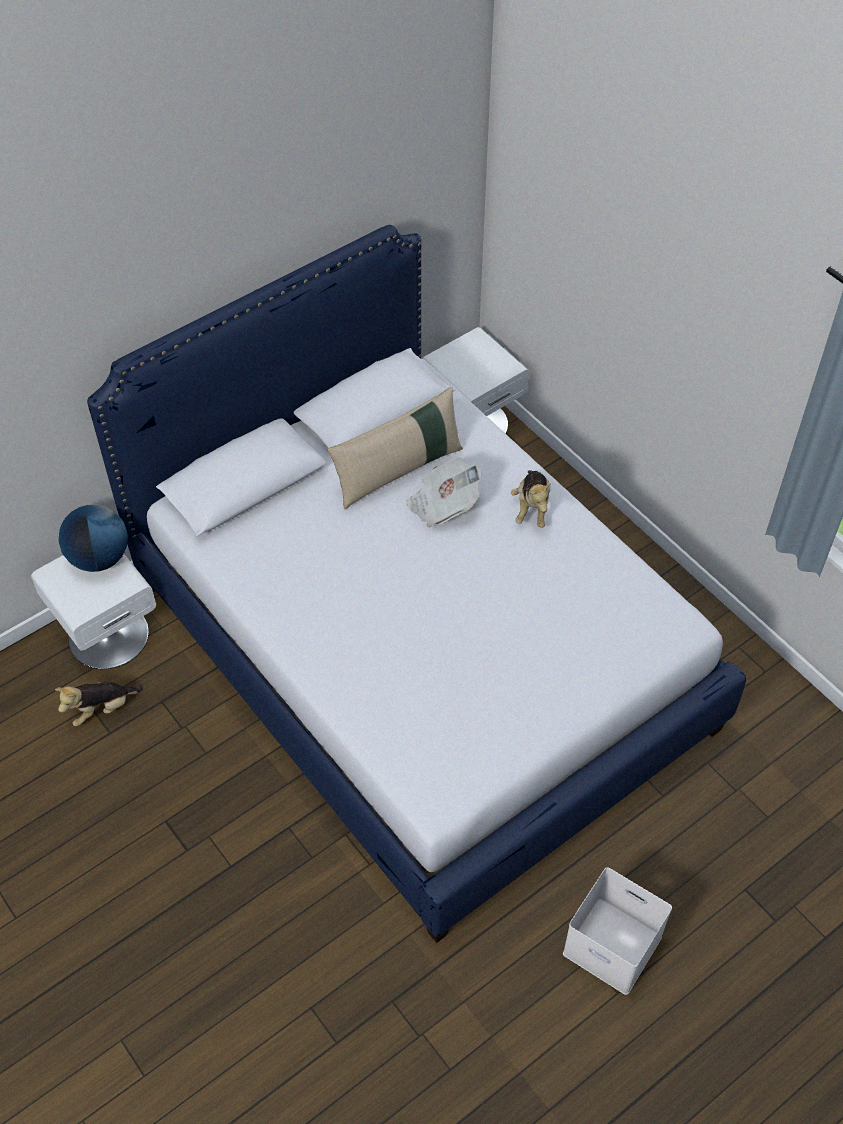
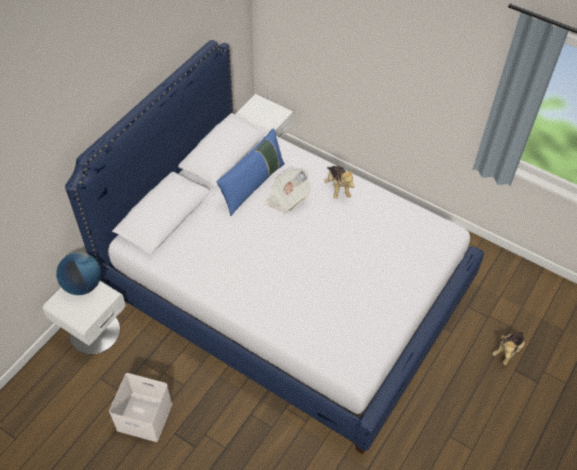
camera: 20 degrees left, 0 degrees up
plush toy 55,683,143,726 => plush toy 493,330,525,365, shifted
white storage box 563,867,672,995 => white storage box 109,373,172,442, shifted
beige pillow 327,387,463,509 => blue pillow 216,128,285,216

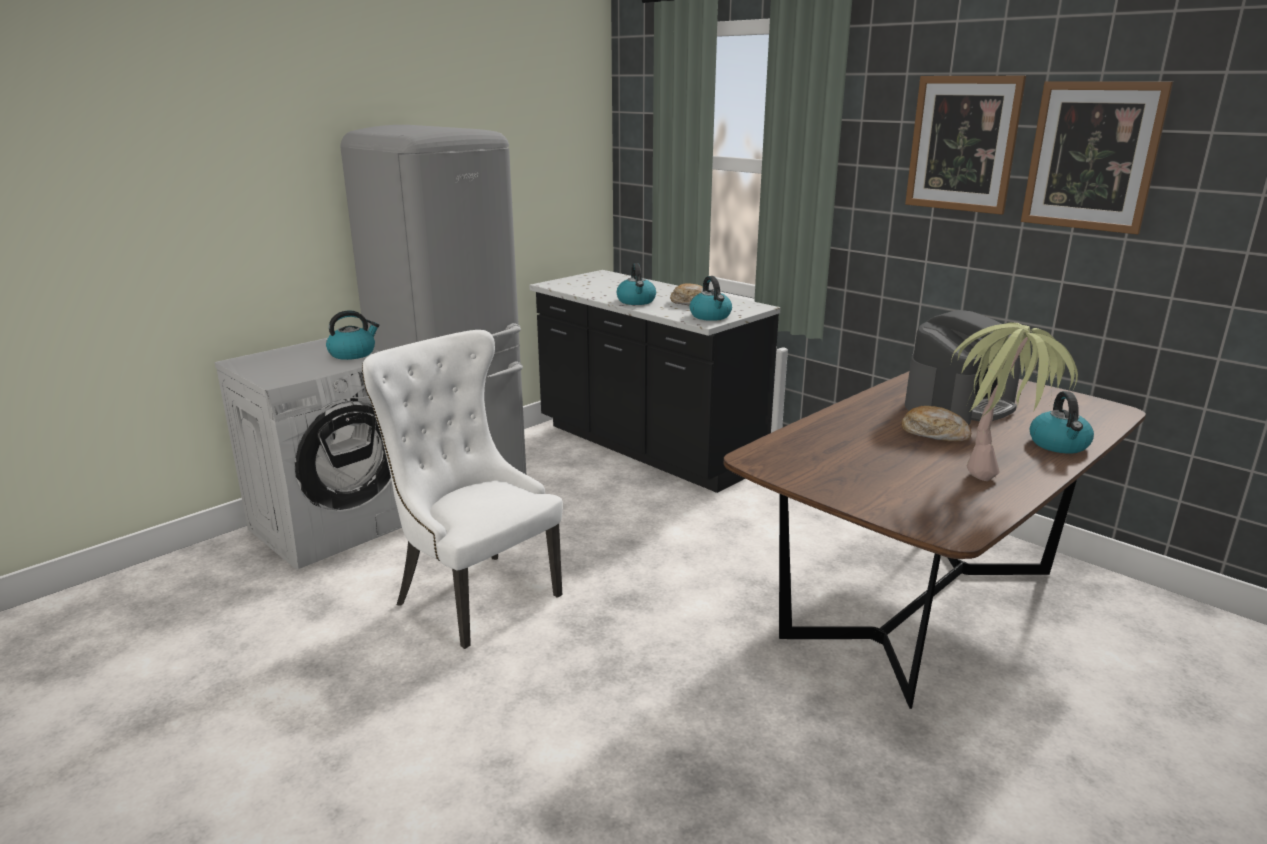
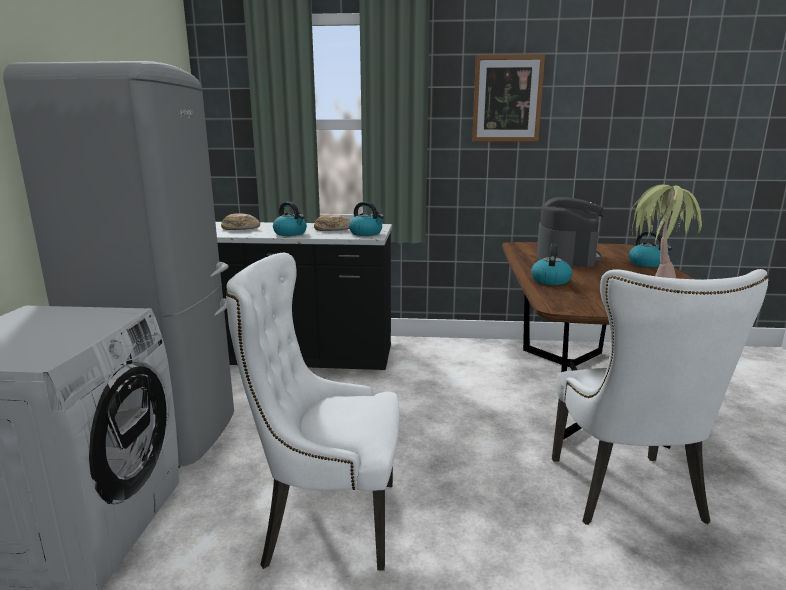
camera: 40 degrees left, 5 degrees down
picture 1021,81,1173,234 => nothing
nothing => white chair 552,269,768,525
kettle 326,310,379,360 => kettle 531,244,572,285, shifted
bread 902,406,971,441 => bread 221,213,260,230, shifted

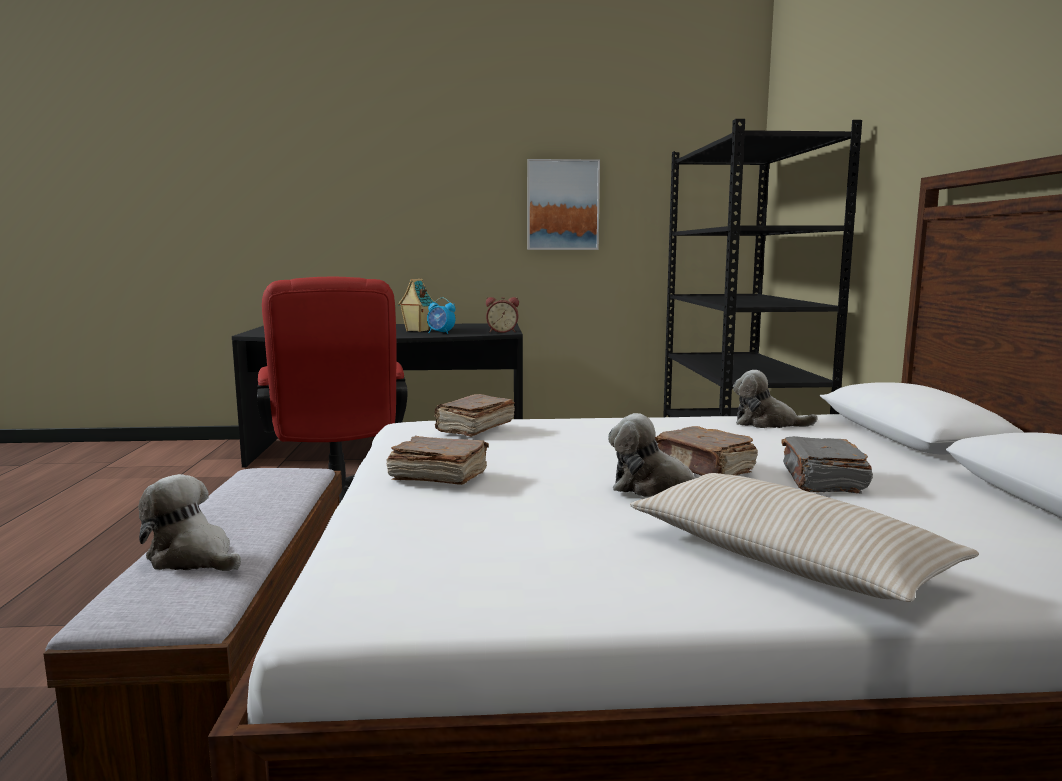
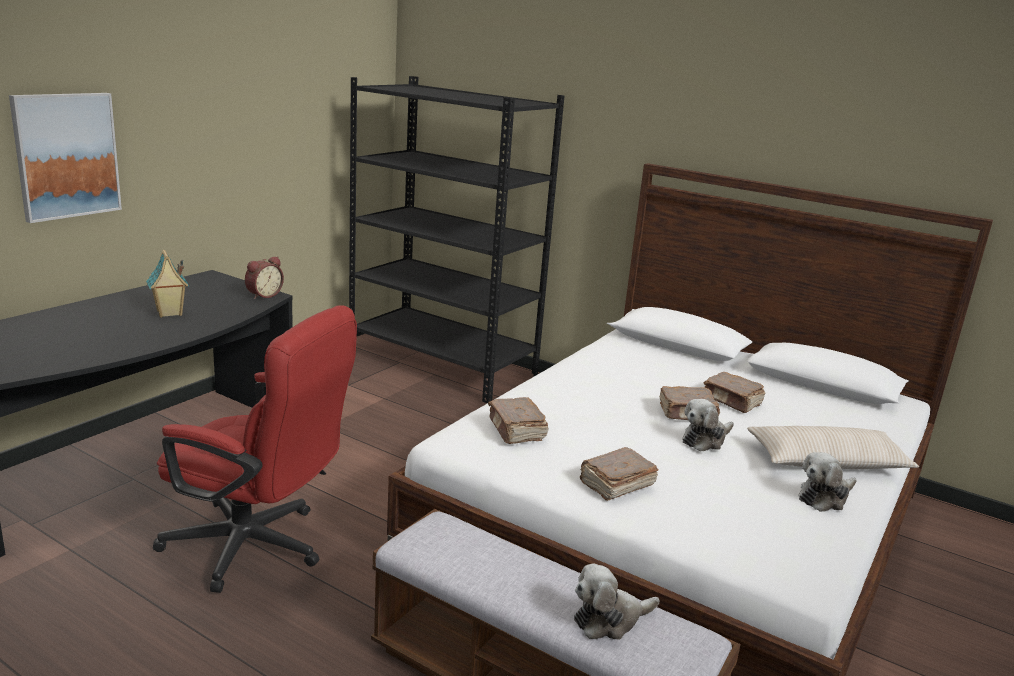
camera: 55 degrees left, 10 degrees up
alarm clock 427,298,456,334 => nothing
picture 527,159,600,250 => picture 9,93,122,223, shifted
plush toy 733,370,818,428 => plush toy 798,452,857,512, shifted
grey book 781,436,873,494 => brown book 703,372,766,413

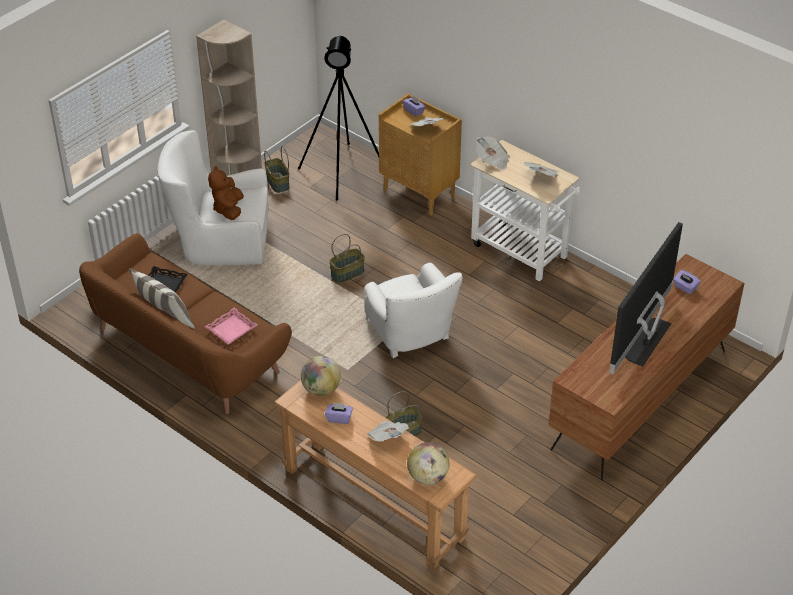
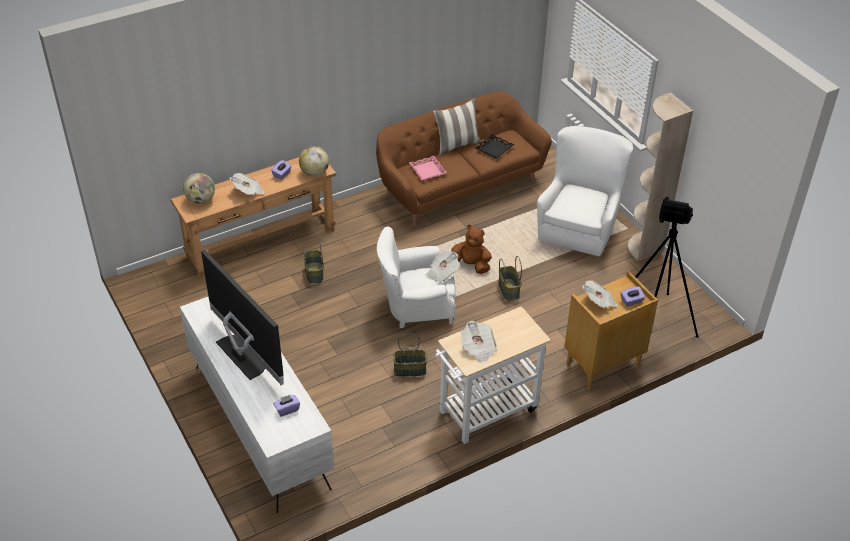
camera: 110 degrees right, 0 degrees up
brown plush toy 208,166,244,220 => brown plush toy 451,225,492,274, shifted
basket 264,146,290,193 => basket 393,334,427,377, shifted
newspaper 475,136,510,170 => newspaper 425,251,460,283, shifted
brown tv stand 549,254,745,481 => white tv stand 180,296,334,514

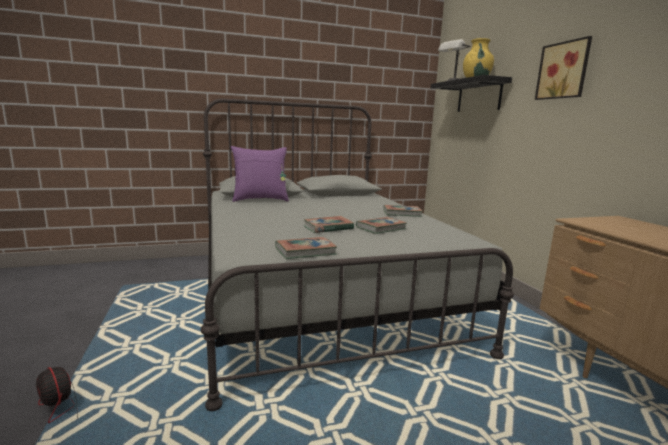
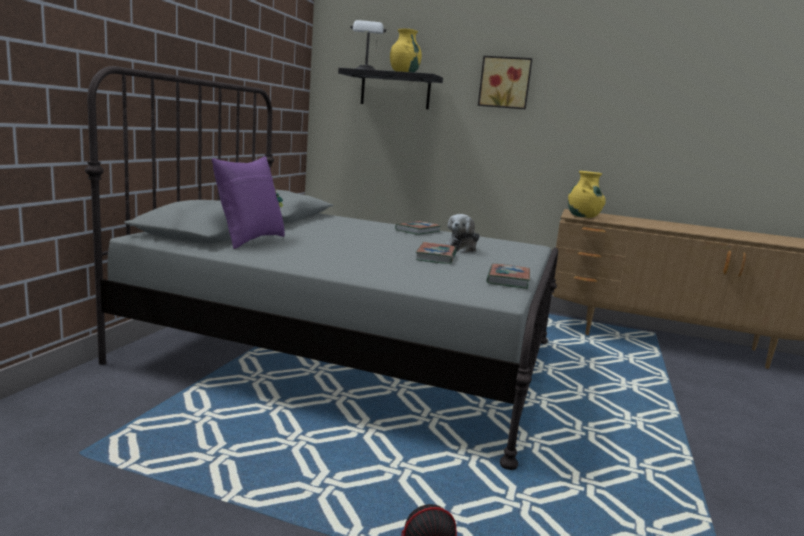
camera: 55 degrees left, 0 degrees up
nothing => yellow vase 568,171,606,218
book 356,217,407,234 => plush toy 445,214,480,253

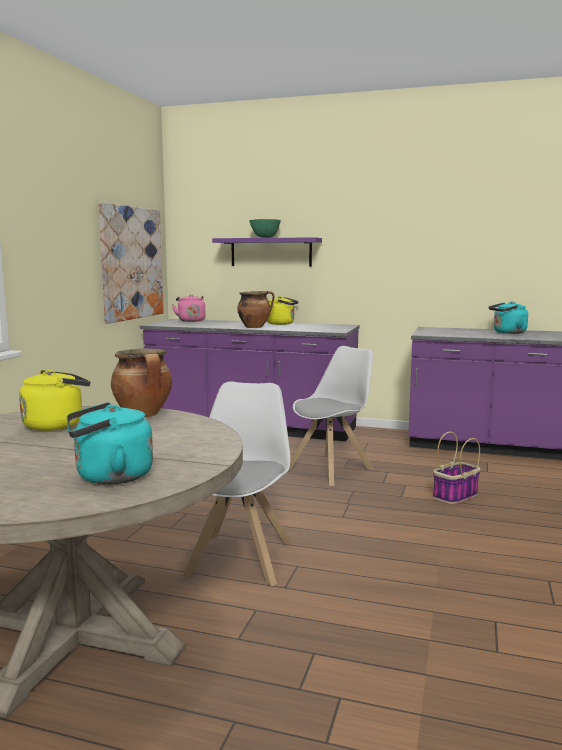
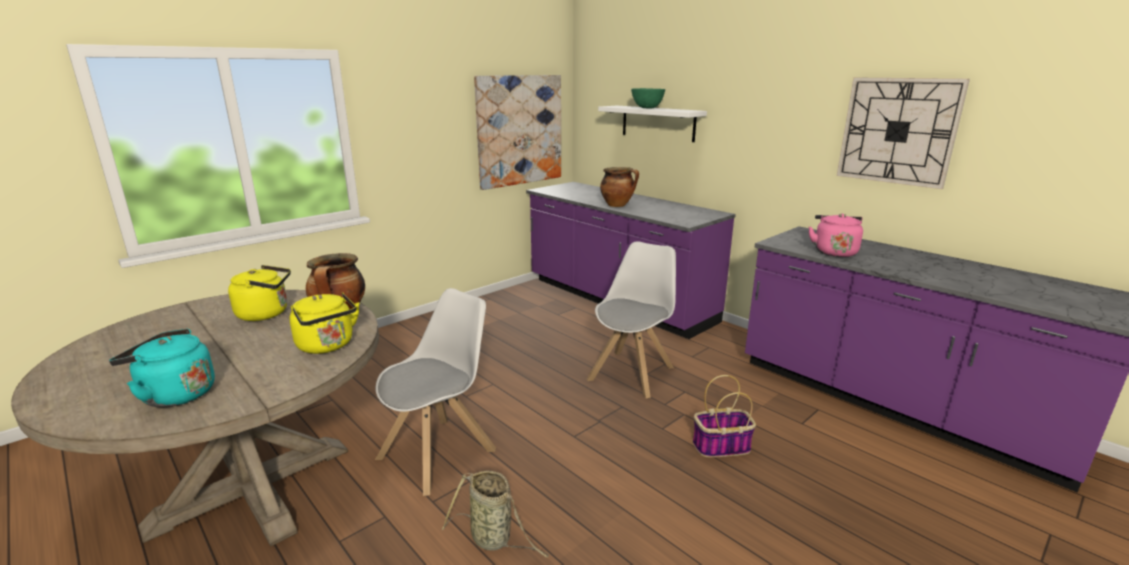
camera: 30 degrees right, 10 degrees up
turquoise kettle 489,301,528,334 => nothing
nothing => basket 442,471,549,558
nothing => wall clock 837,77,970,189
pink kettle 172,294,205,322 => pink kettle 809,214,863,257, shifted
yellow kettle 267,296,299,325 => yellow kettle 289,293,360,354, shifted
purple shelf 212,237,322,267 => white shelf 598,106,707,142
chair 289,346,374,486 => chair 587,241,676,399, 45 degrees counterclockwise

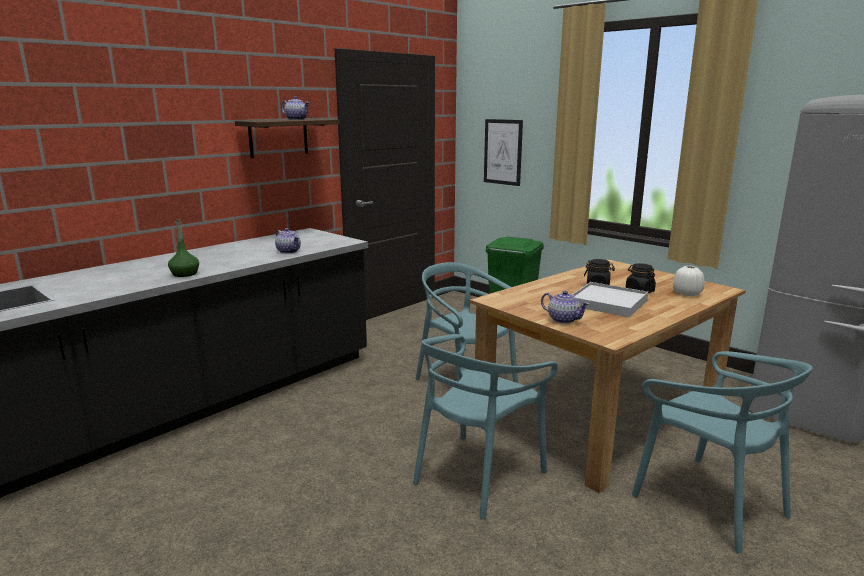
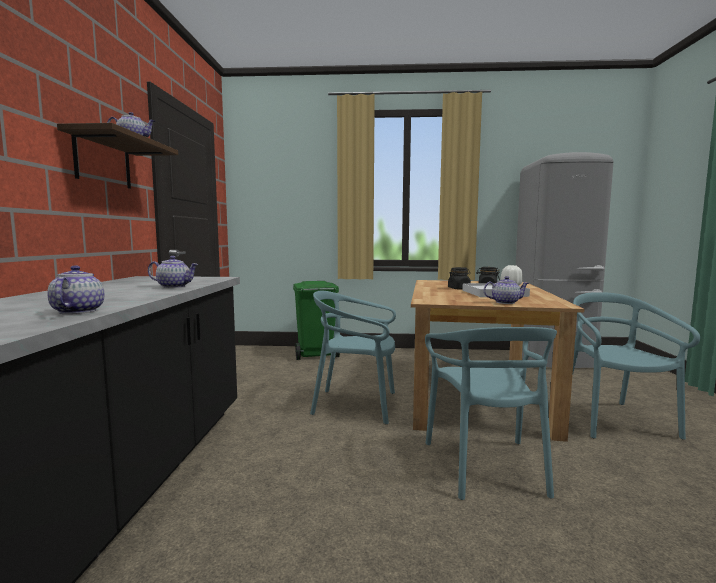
camera: 40 degrees left, 10 degrees down
picture 484,119,523,186 => nothing
green bottle 168,219,199,277 => teapot 47,265,104,314
turquoise chair 632,351,812,553 => turquoise chair 572,292,700,440, 105 degrees counterclockwise

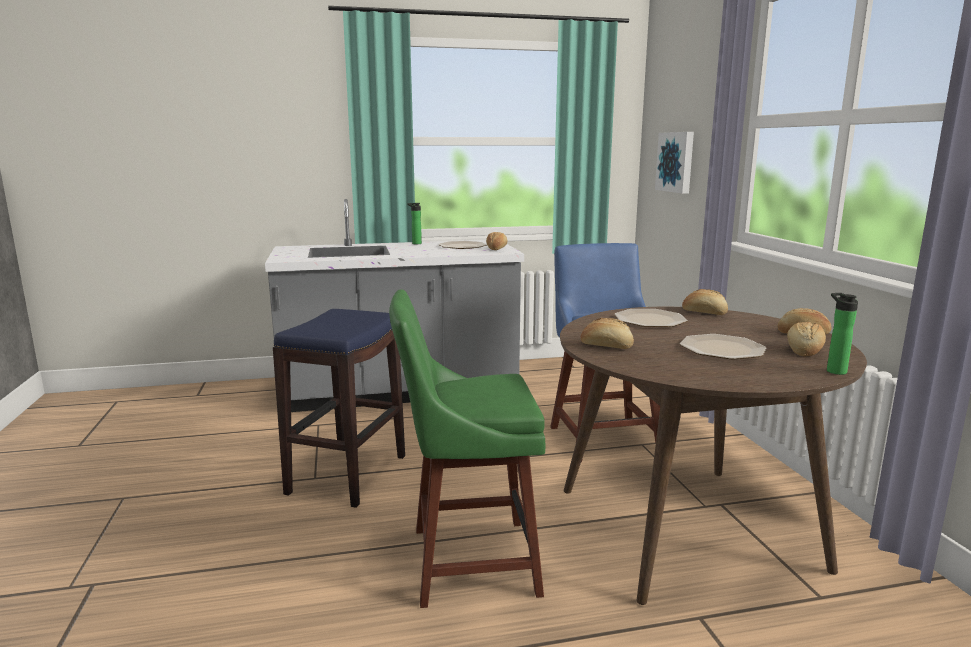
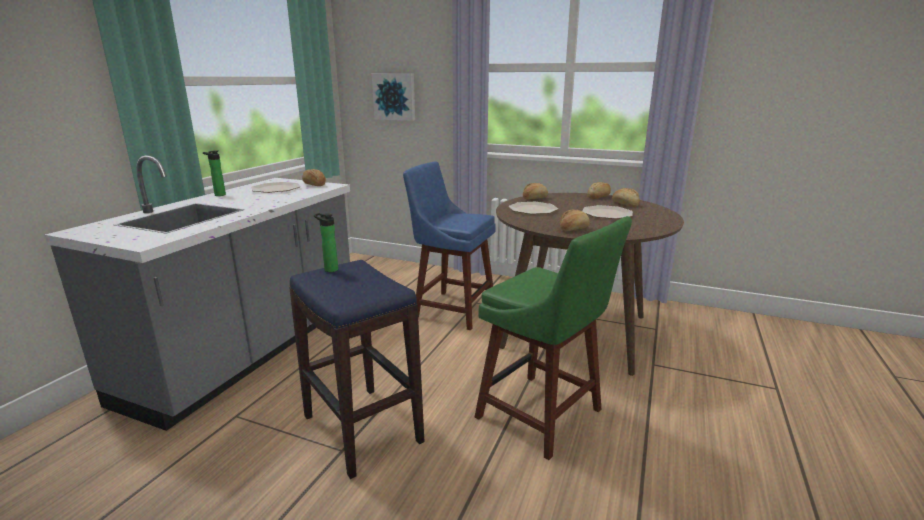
camera: 55 degrees left, 5 degrees up
bottle 827,293,858,375 => bottle 314,213,338,272, shifted
green chair 389,289,545,608 => green chair 475,216,632,460, 75 degrees counterclockwise

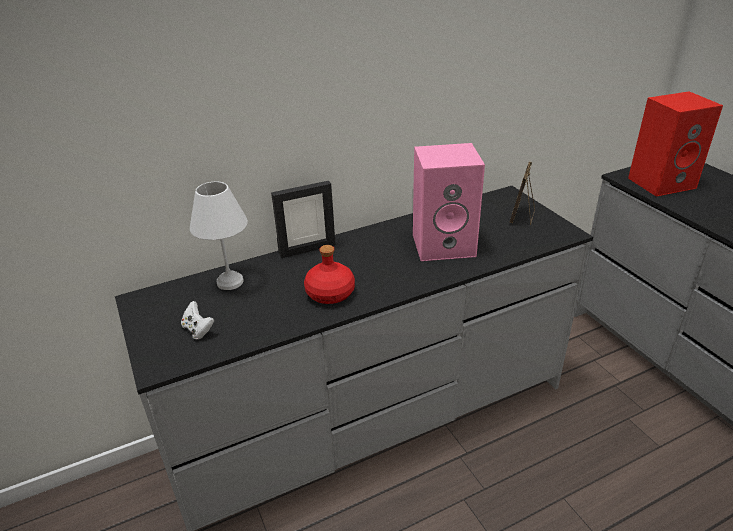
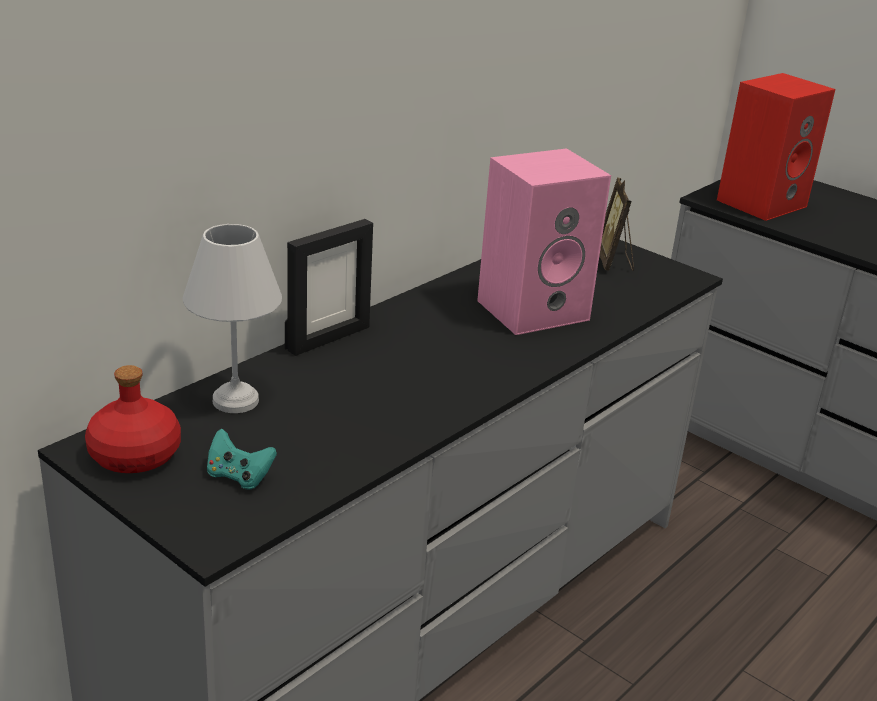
camera: 25 degrees left, 5 degrees down
red bottle 304,245,355,304 => red bottle 85,365,181,473, shifted
white game controller 181,301,214,339 => turquoise game controller 207,429,277,490

